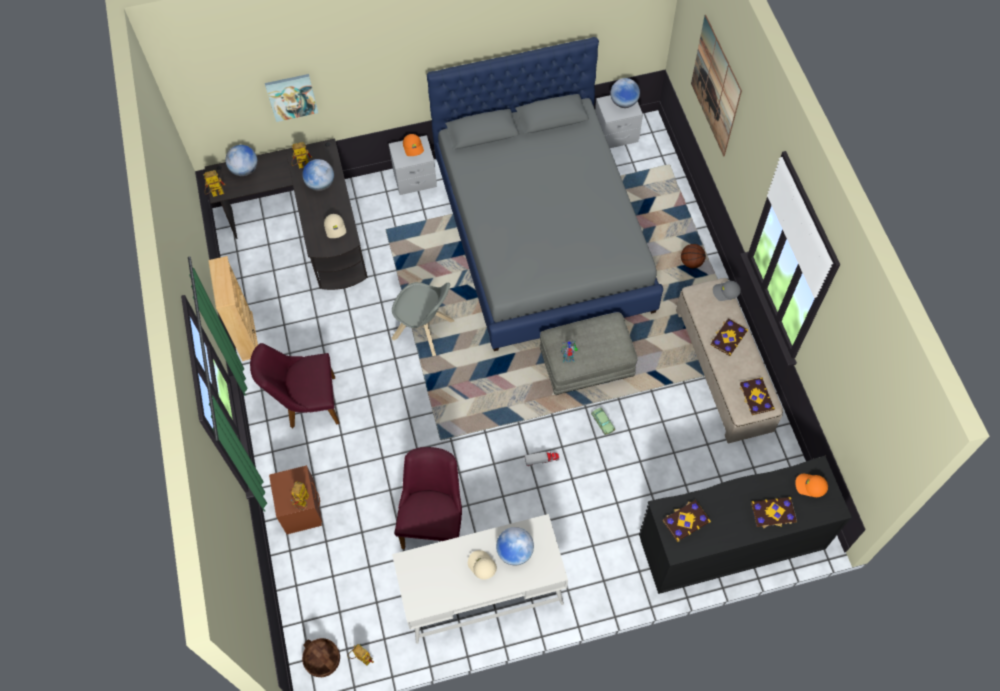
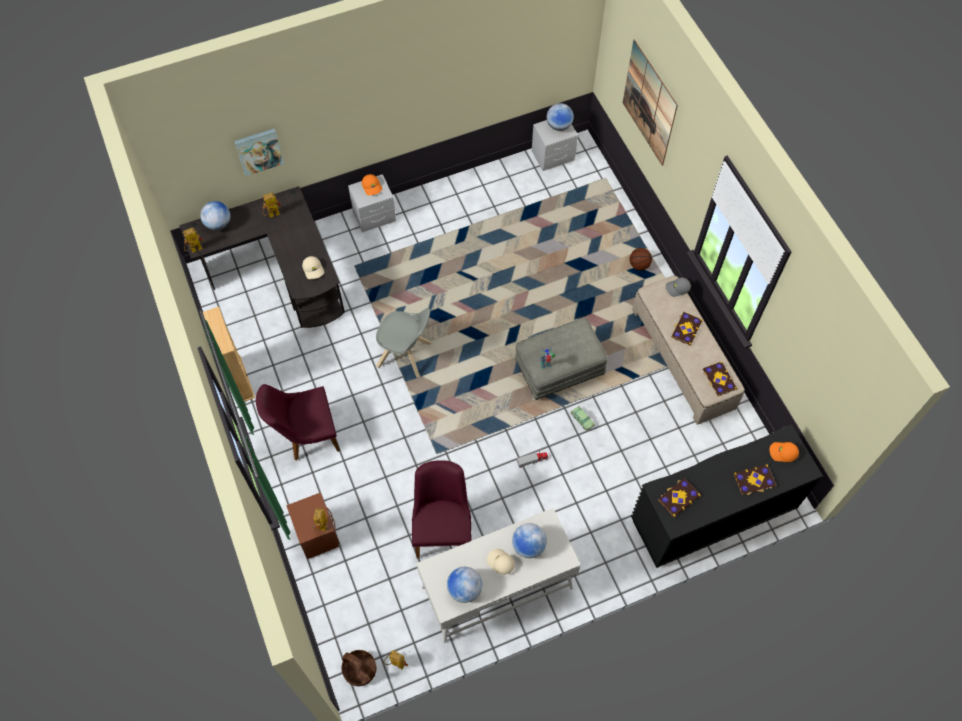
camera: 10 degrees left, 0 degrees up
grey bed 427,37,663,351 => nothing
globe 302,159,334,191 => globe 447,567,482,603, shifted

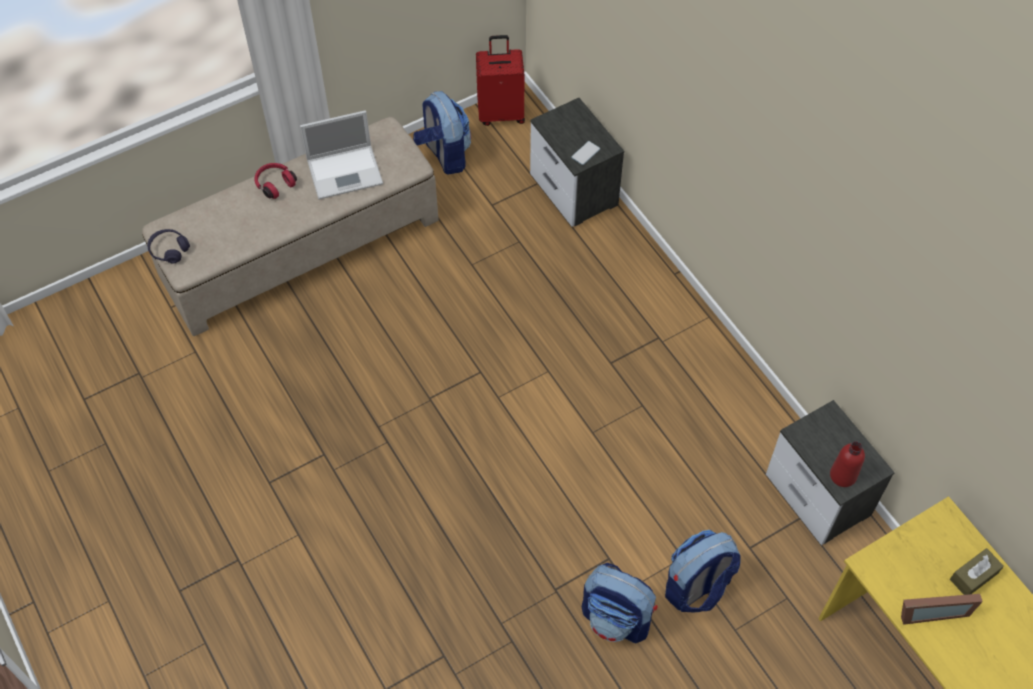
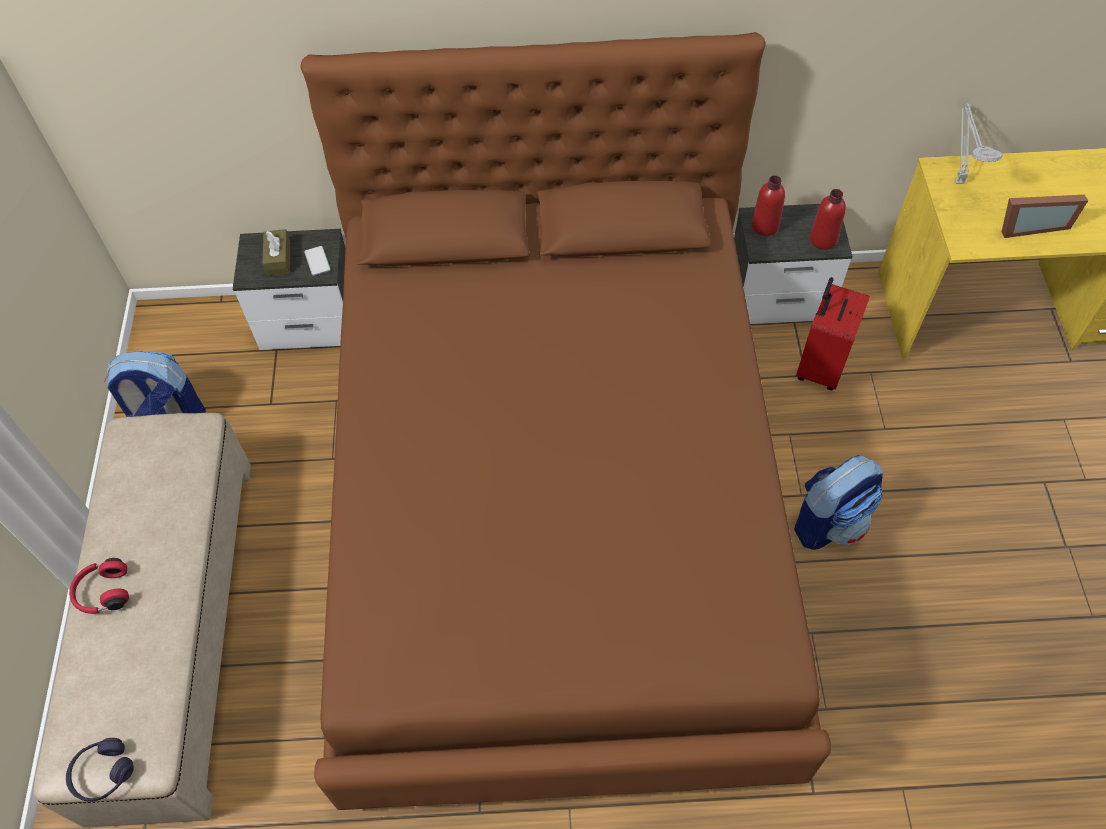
camera: 60 degrees left, 0 degrees up
laptop 300,110,383,199 => nothing
backpack 665,530,741,612 => nothing
nothing => brown bed 300,32,831,810
nothing => red bottle 751,175,785,236
nothing => grey table lamp 955,104,1002,184
red suitcase 476,35,525,126 => red suitcase 796,277,870,391, shifted
brown tissue box 950,548,1004,595 => brown tissue box 262,229,290,276, shifted
picture frame 901,594,983,625 => picture frame 1002,195,1088,238, 60 degrees clockwise

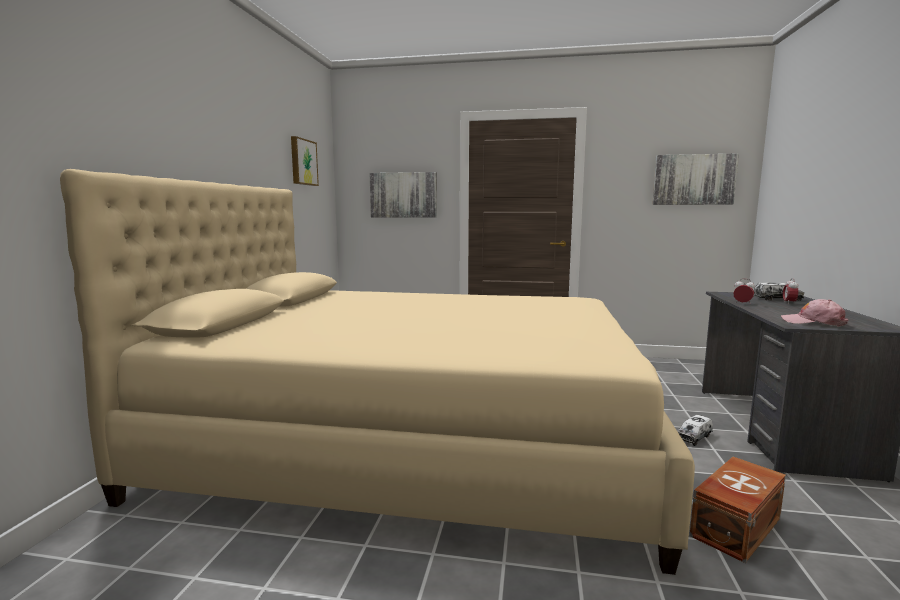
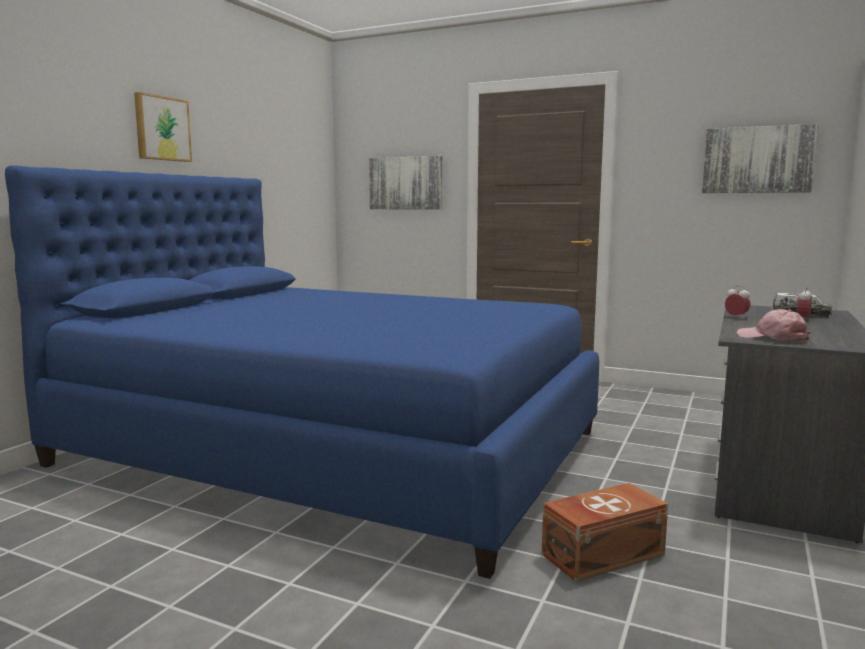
camera: 15 degrees right, 0 degrees up
toy truck 677,415,713,446 => nothing
picture 291,136,319,186 => picture 134,92,192,162, shifted
beige bed 60,169,695,575 => blue bed 5,165,599,579

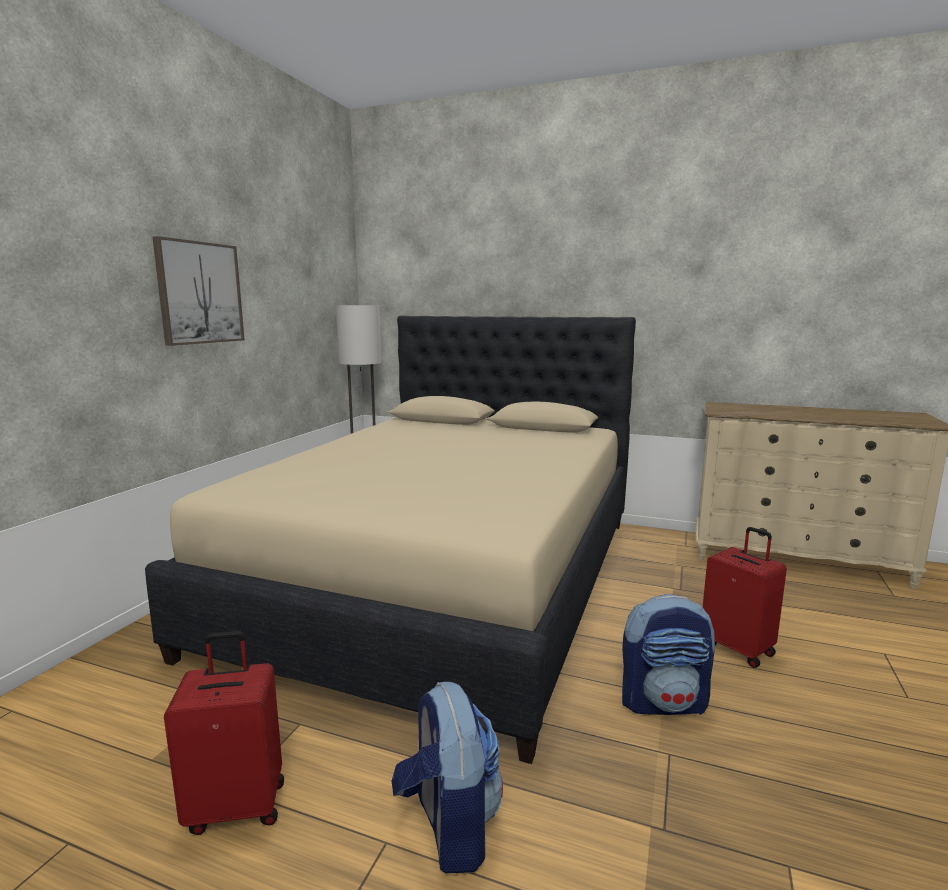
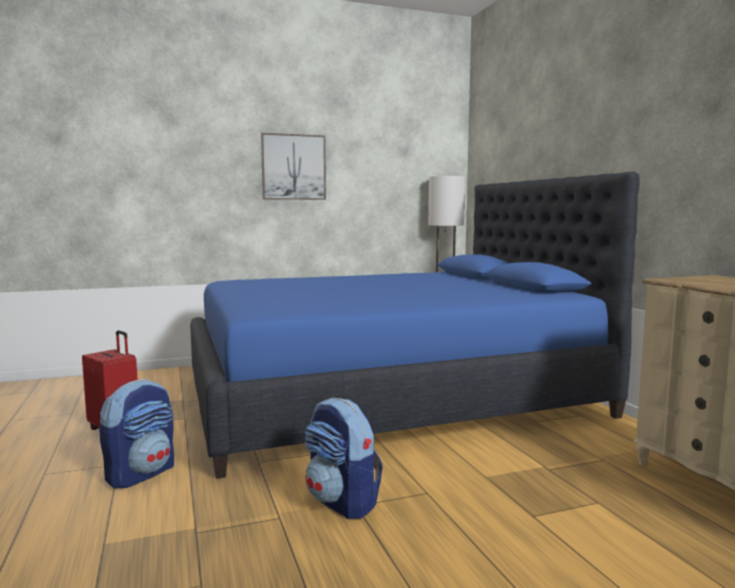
camera: 50 degrees right, 5 degrees down
red suitcase 703,527,787,668 => nothing
beige bed 145,316,636,764 => blue bed 190,172,640,479

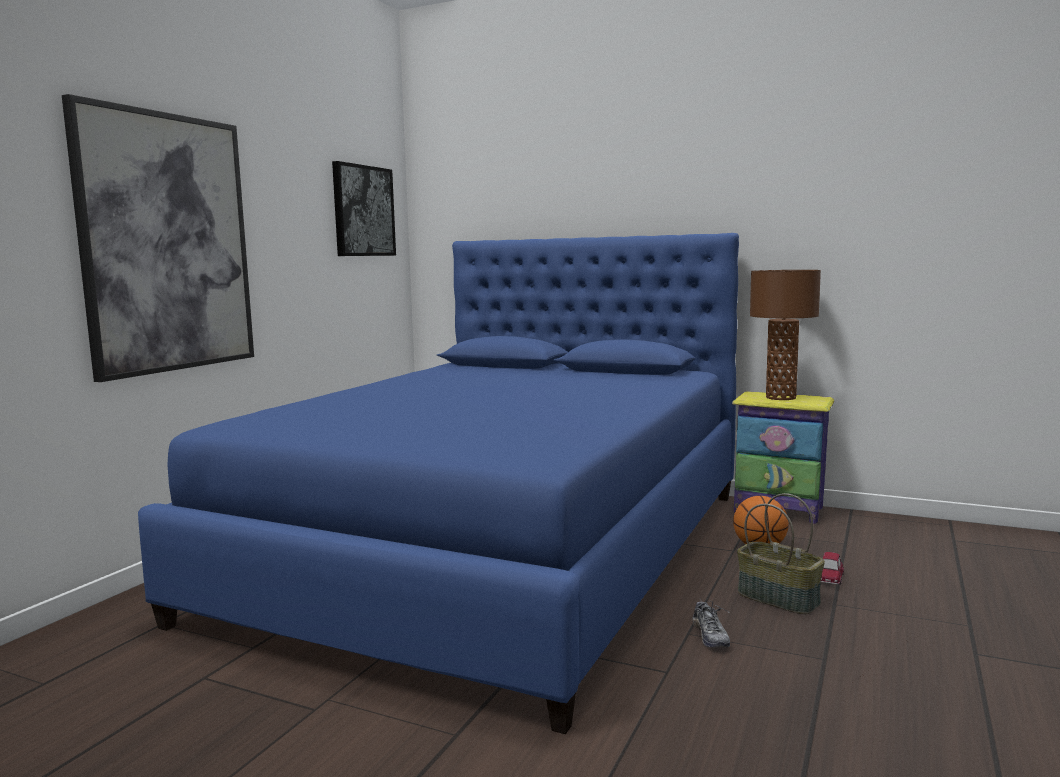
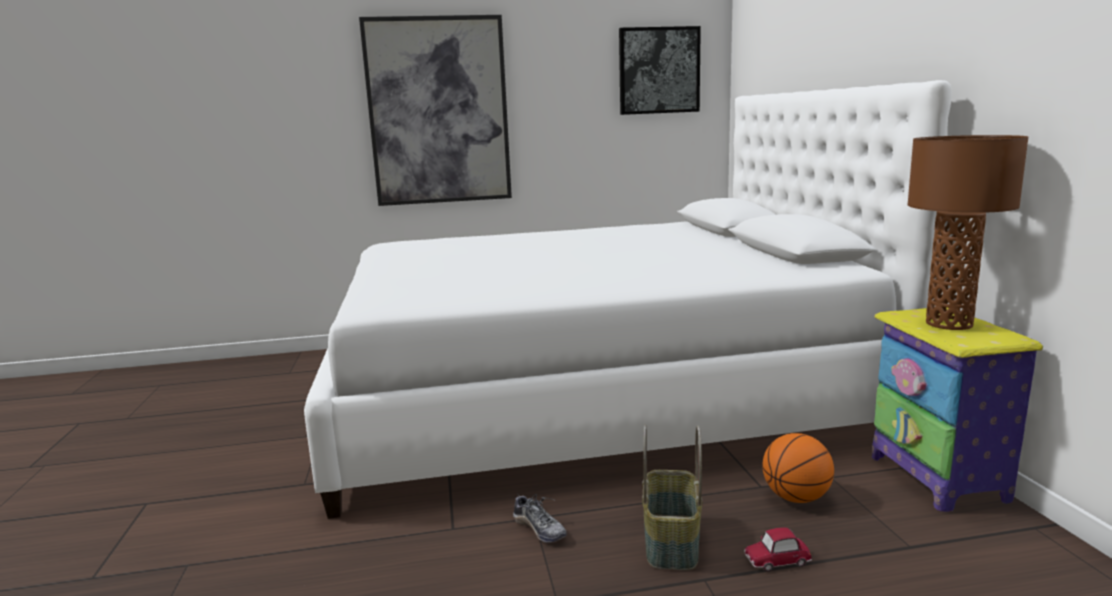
camera: 55 degrees right, 5 degrees up
blue bed 138,233,739,734 => white bed 304,80,952,519
shoe 692,599,730,648 => shoe 513,494,567,543, 90 degrees counterclockwise

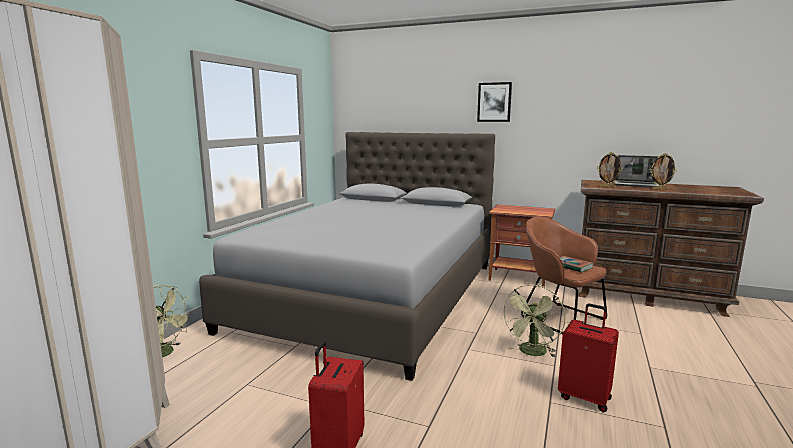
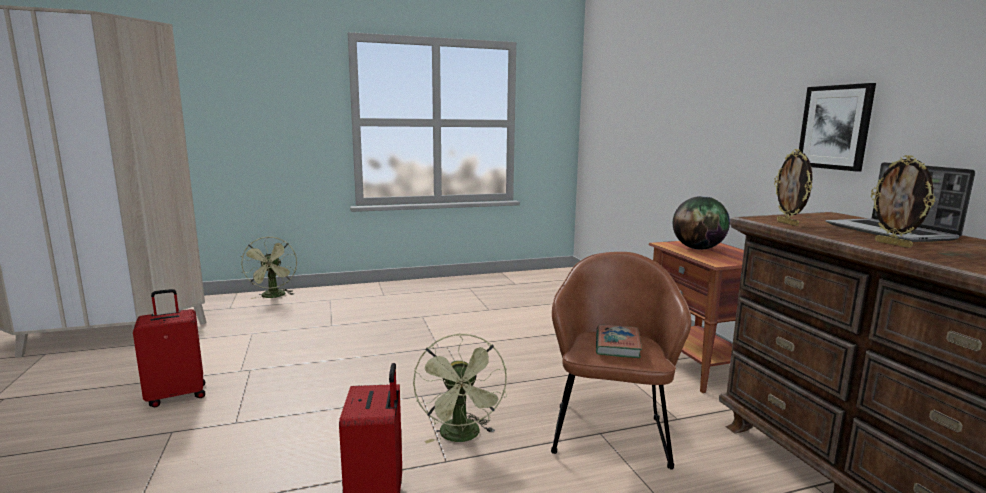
camera: 50 degrees right, 0 degrees up
grey bed 199,132,495,381 => nothing
nothing => globe 673,196,730,250
picture 477,82,512,122 => picture 798,83,876,172, shifted
green fan 502,284,566,358 => green fan 413,333,507,444, 90 degrees counterclockwise

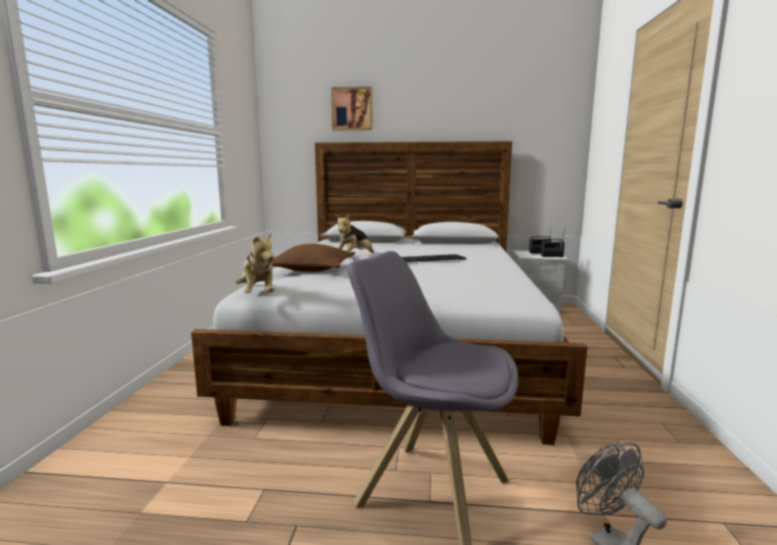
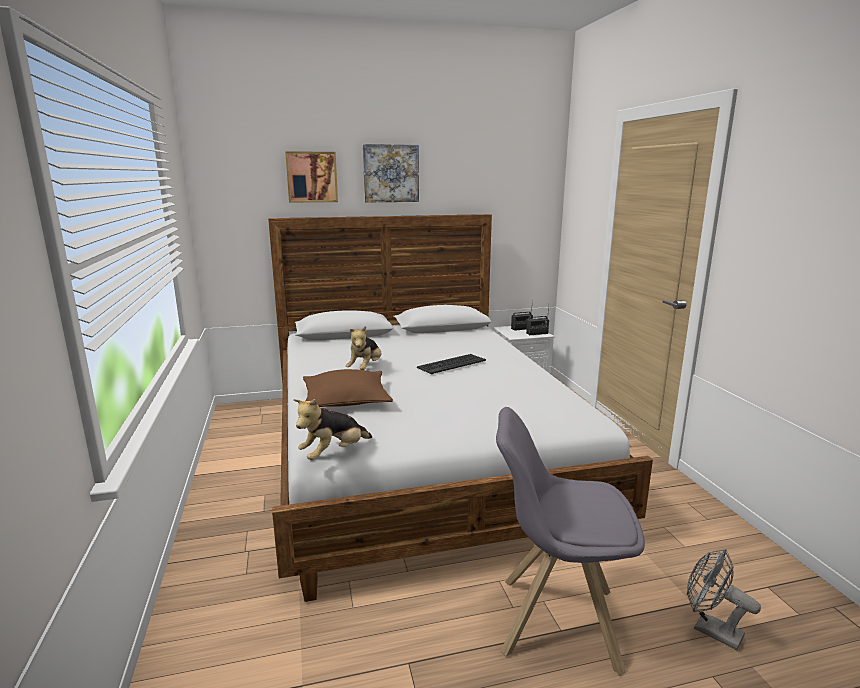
camera: 20 degrees left, 5 degrees up
nothing => picture 363,144,419,203
plush toy 235,232,275,293 => plush toy 293,398,372,460, 90 degrees clockwise

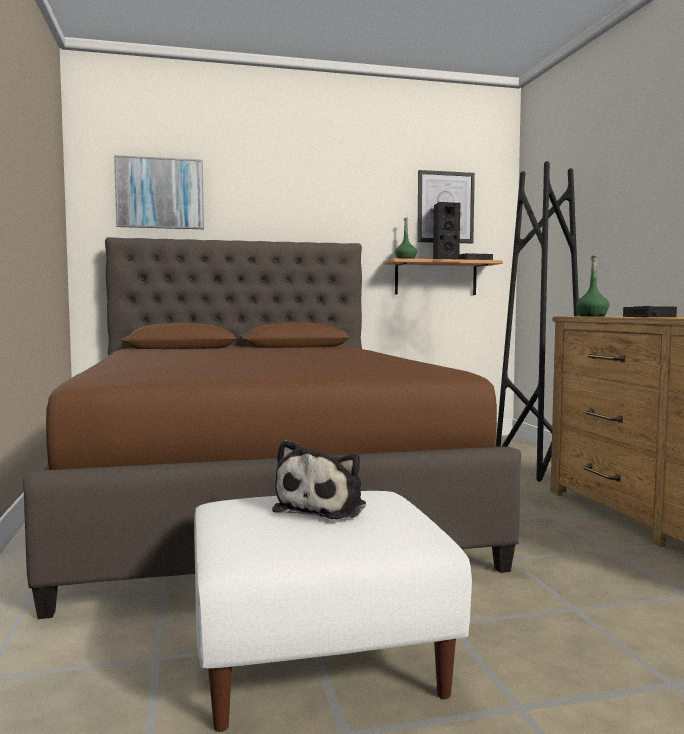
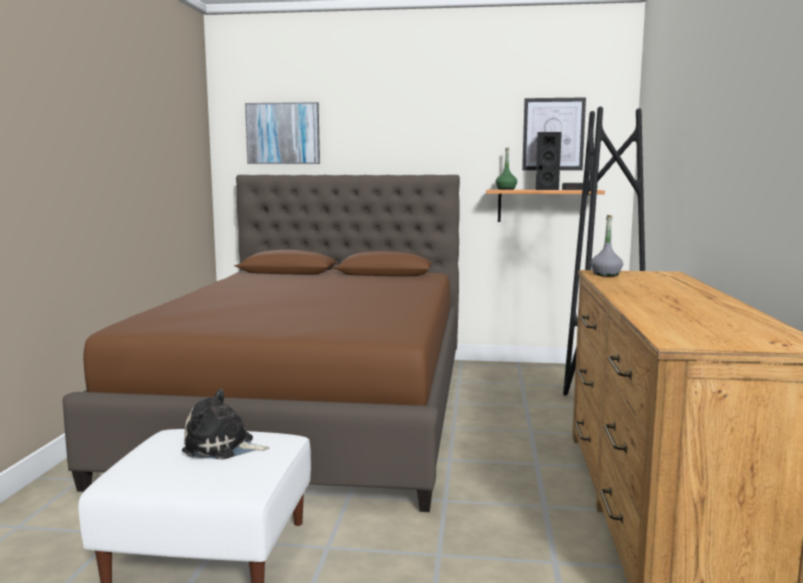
camera: 20 degrees right, 5 degrees up
alarm clock 623,306,677,317 => nothing
green bottle 576,256,610,317 => grey bottle 591,215,623,276
plush toy 272,440,366,519 => plush toy 182,389,270,460, 60 degrees clockwise

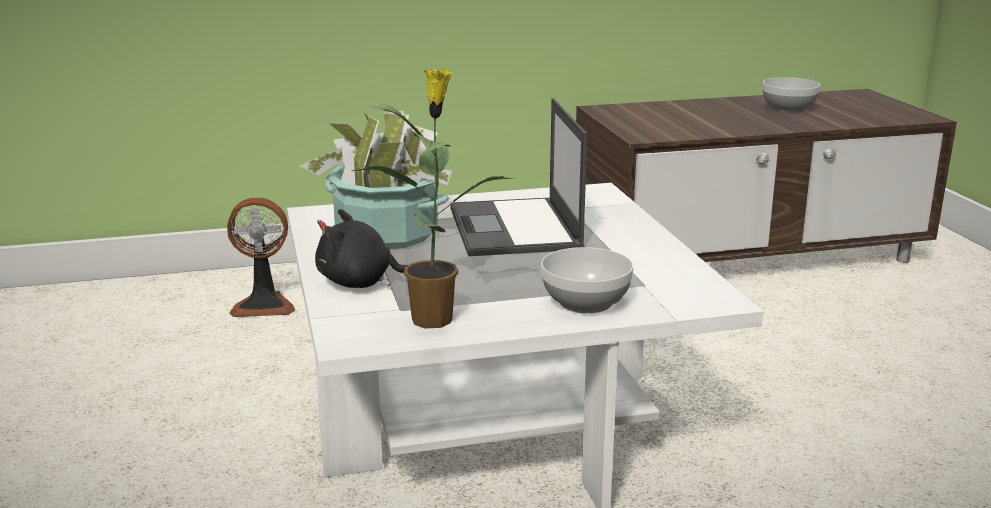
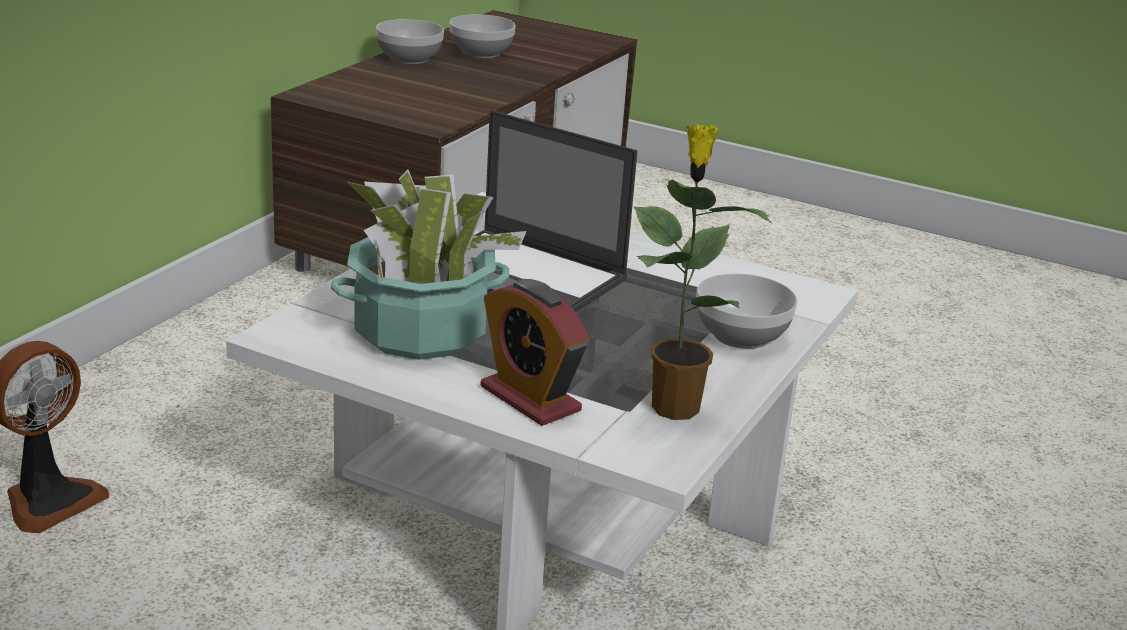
camera: 50 degrees left, 5 degrees up
nothing => bowl 376,19,444,64
black plush toy 315,209,408,288 => alarm clock 481,279,590,426

